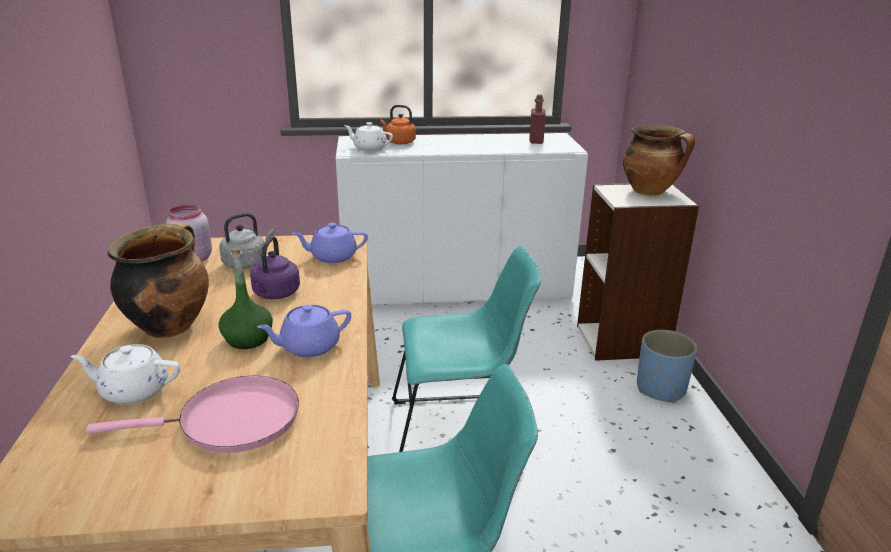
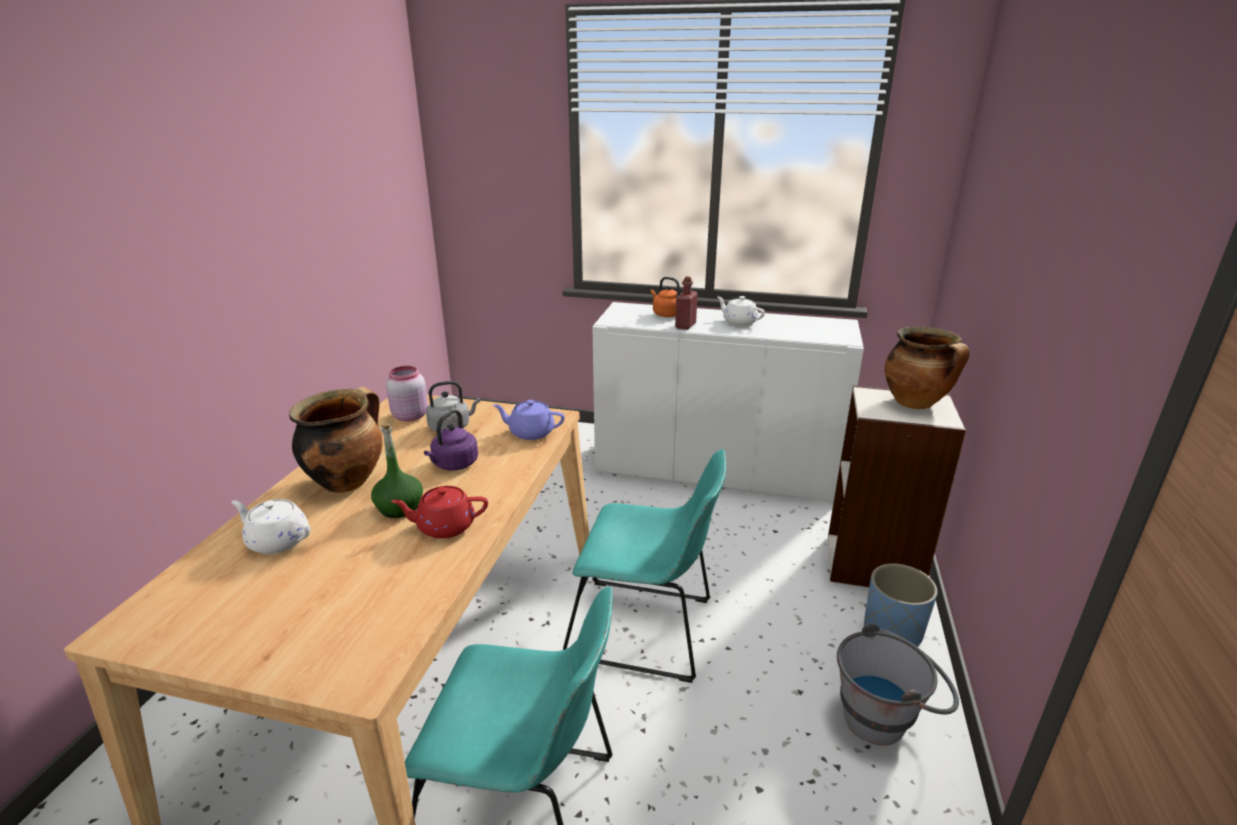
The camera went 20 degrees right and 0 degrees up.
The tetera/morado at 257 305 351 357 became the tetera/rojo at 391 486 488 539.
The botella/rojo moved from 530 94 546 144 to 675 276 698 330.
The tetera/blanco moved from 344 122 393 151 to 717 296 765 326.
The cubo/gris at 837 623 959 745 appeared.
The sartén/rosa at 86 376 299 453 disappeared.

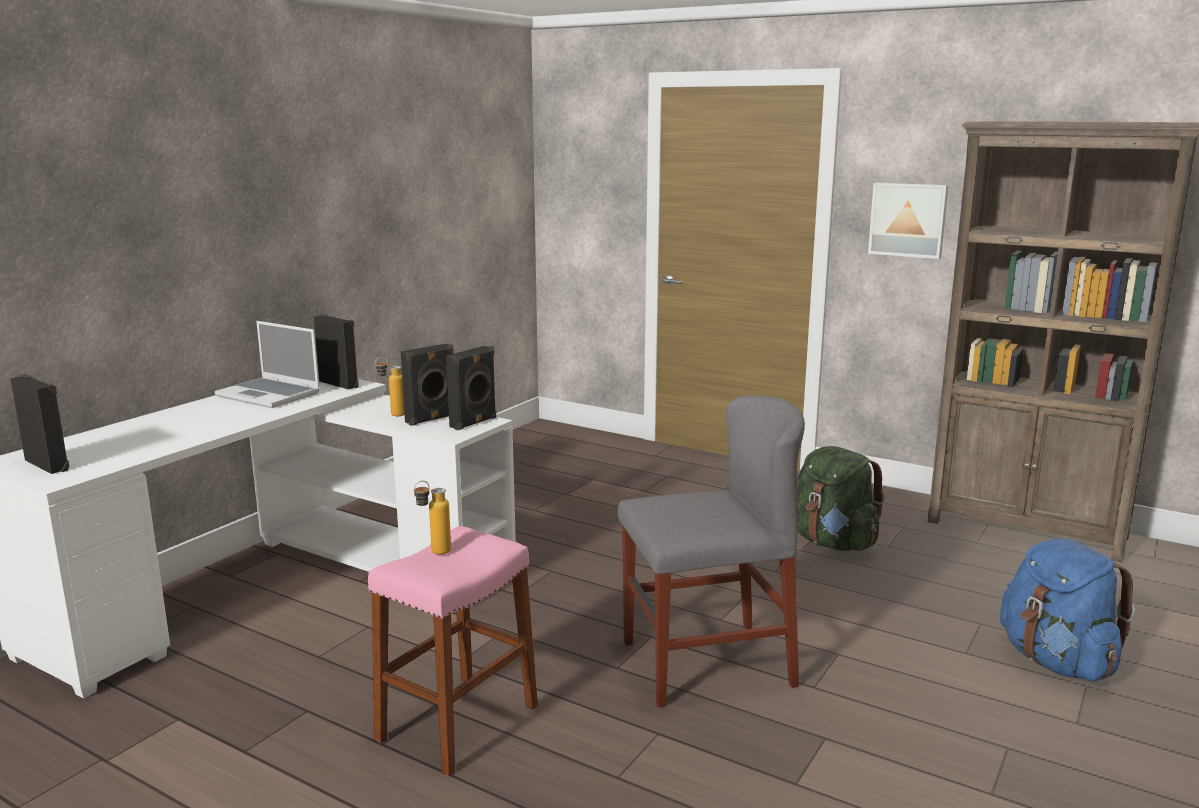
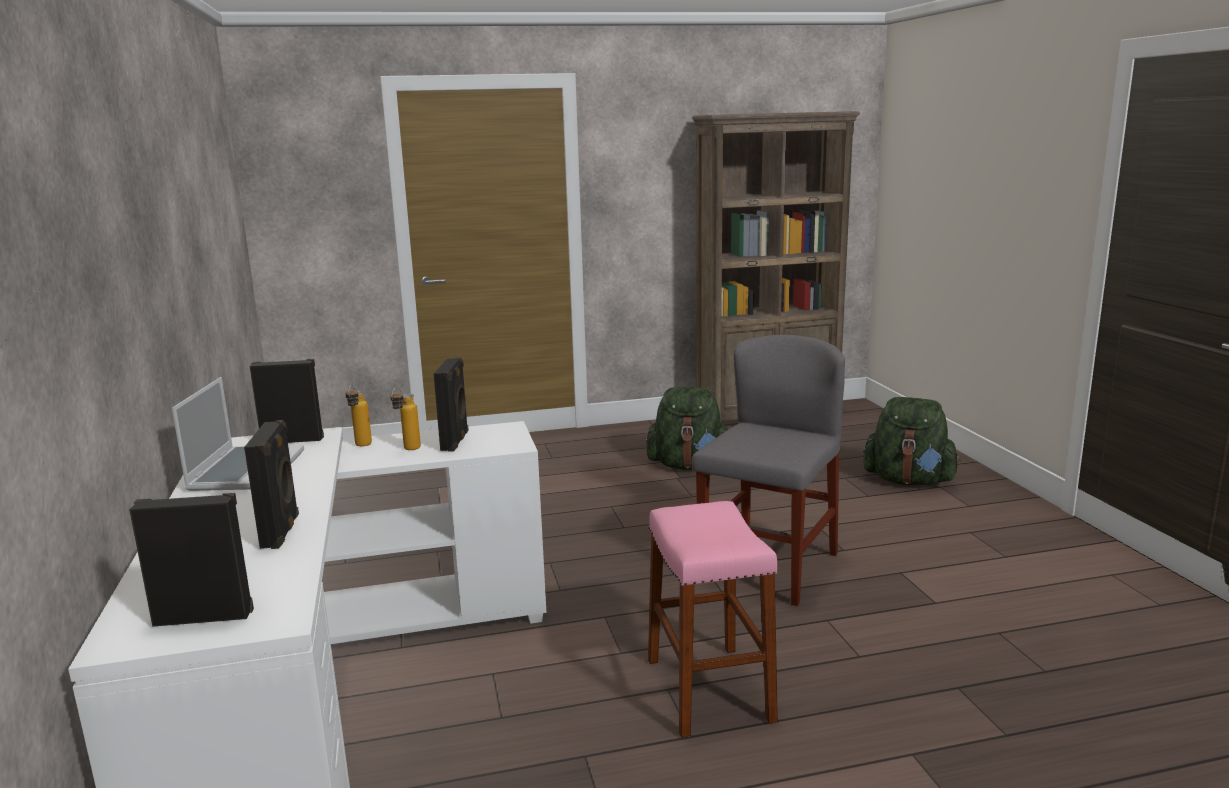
The camera went 45 degrees left and 0 degrees up.
The portátil at 215 321 320 408 turned 75 degrees counterclockwise.
The altavoz/negro moved from 446 346 496 430 to 244 420 299 549.
The botella moved from 414 481 451 555 to 345 385 372 446.
The mochila/azul at 1000 539 1135 682 became the mochila/verde at 863 397 961 485.
The cuadro at 868 183 948 259 disappeared.

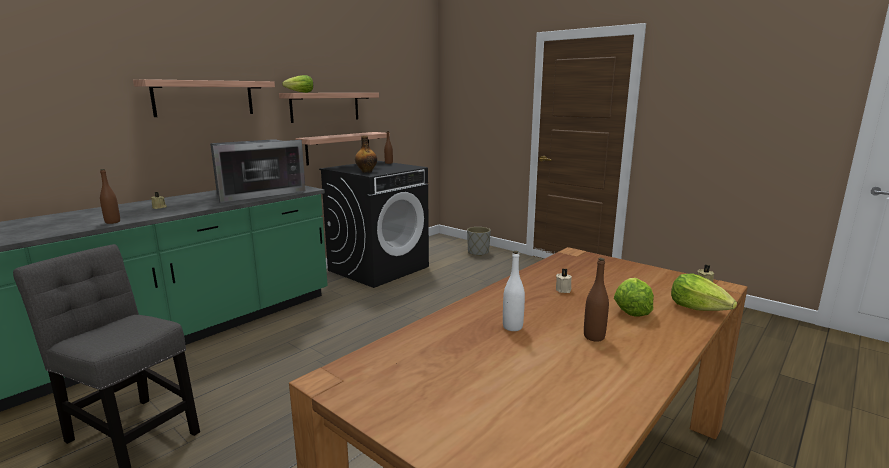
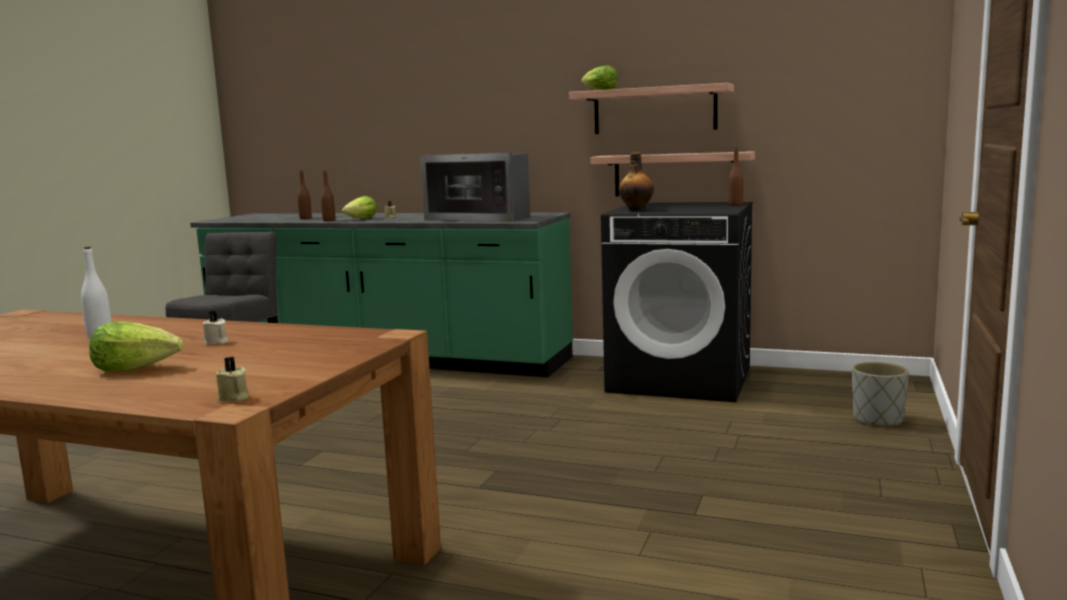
The camera went 70 degrees right and 5 degrees down.
The botella/marrón moved from 584 258 609 342 to 297 171 312 219.
The lechuga moved from 671 273 737 311 to 342 196 377 219.
The estante at 133 79 275 117 disappeared.

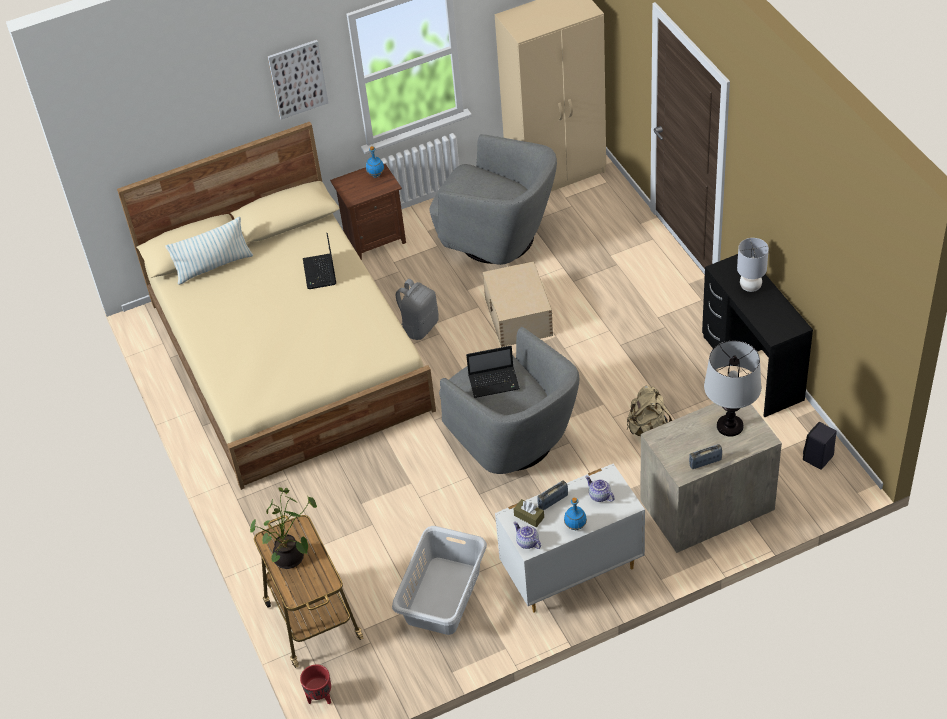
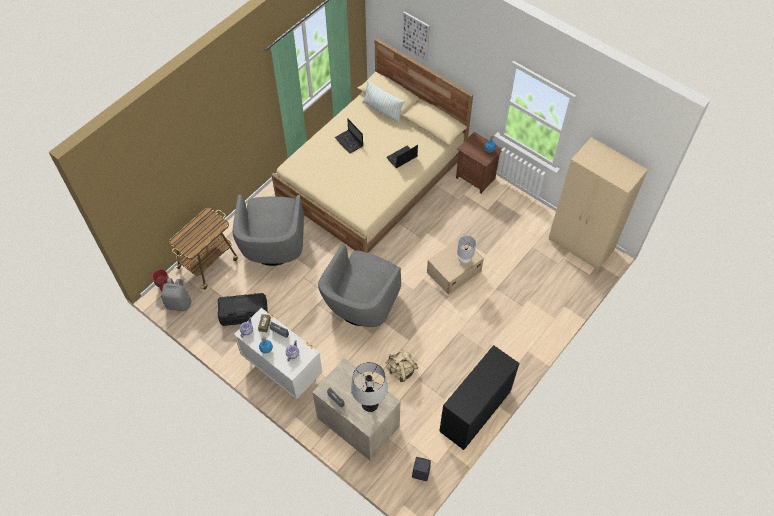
The camera went 60 degrees right and 10 degrees up.
The mochila/gris moved from 396 279 439 340 to 161 278 191 311.
The cesto de la ropa/gris at 392 526 487 635 was replaced by the caja de almacenaje/negro at 218 293 268 326.
The sillón/gris moved from 429 134 557 265 to 233 195 304 266.
The portátil moved from 466 346 520 398 to 334 118 363 154.
The cuadro moved from 268 40 328 120 to 402 11 430 62.
The lámpara de mesa/gris moved from 737 238 769 292 to 457 235 476 264.
The planta en maceta at 250 488 317 569 disappeared.

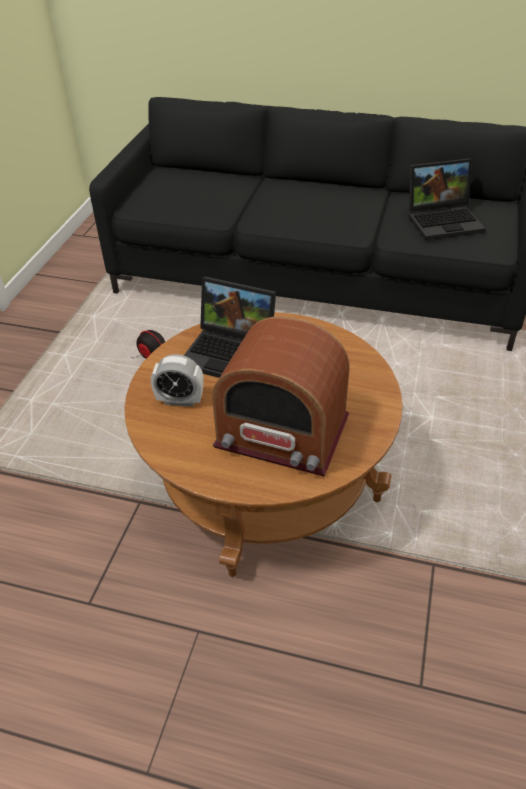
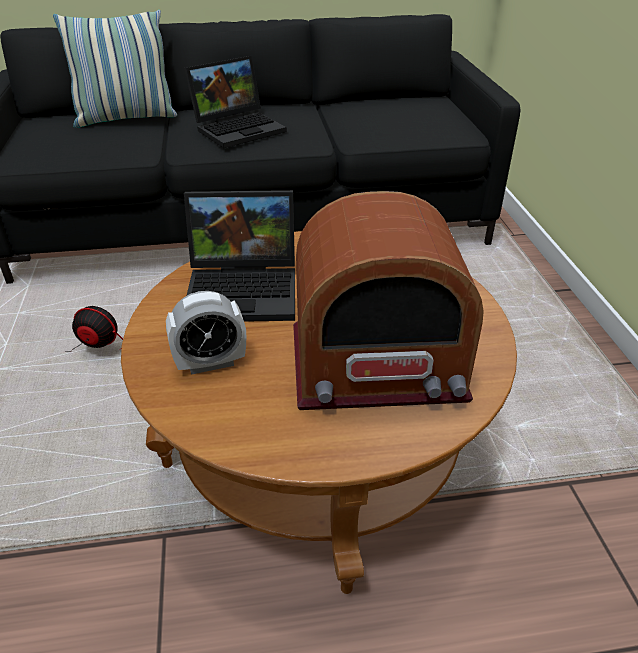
The camera went 25 degrees left and 5 degrees down.
The cojín at 53 10 177 128 appeared.
The portátil moved from 408 158 486 240 to 184 56 287 148.

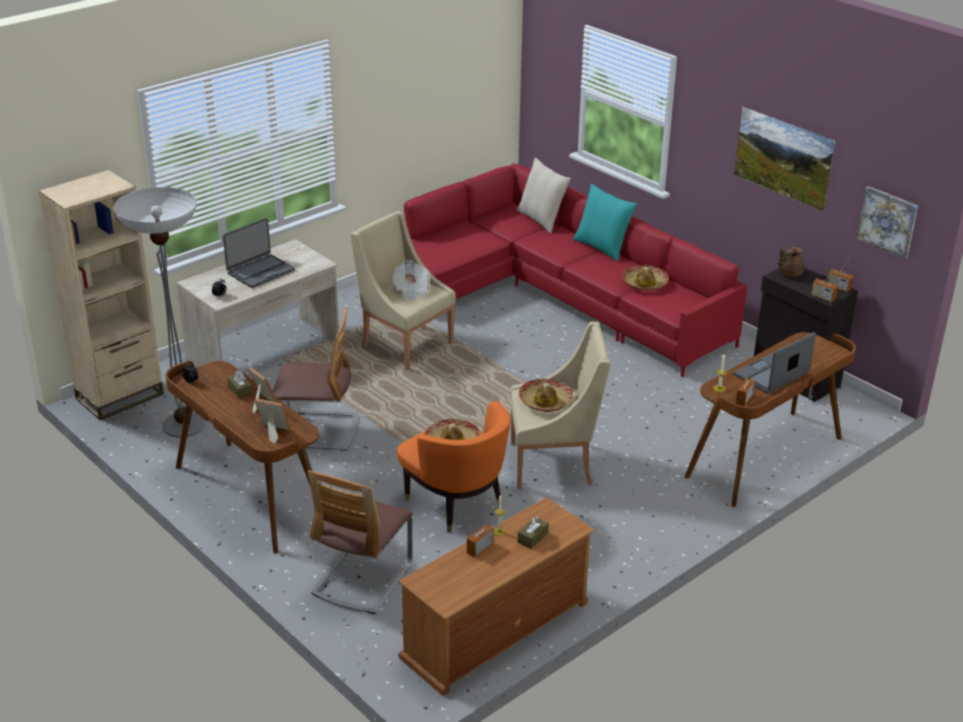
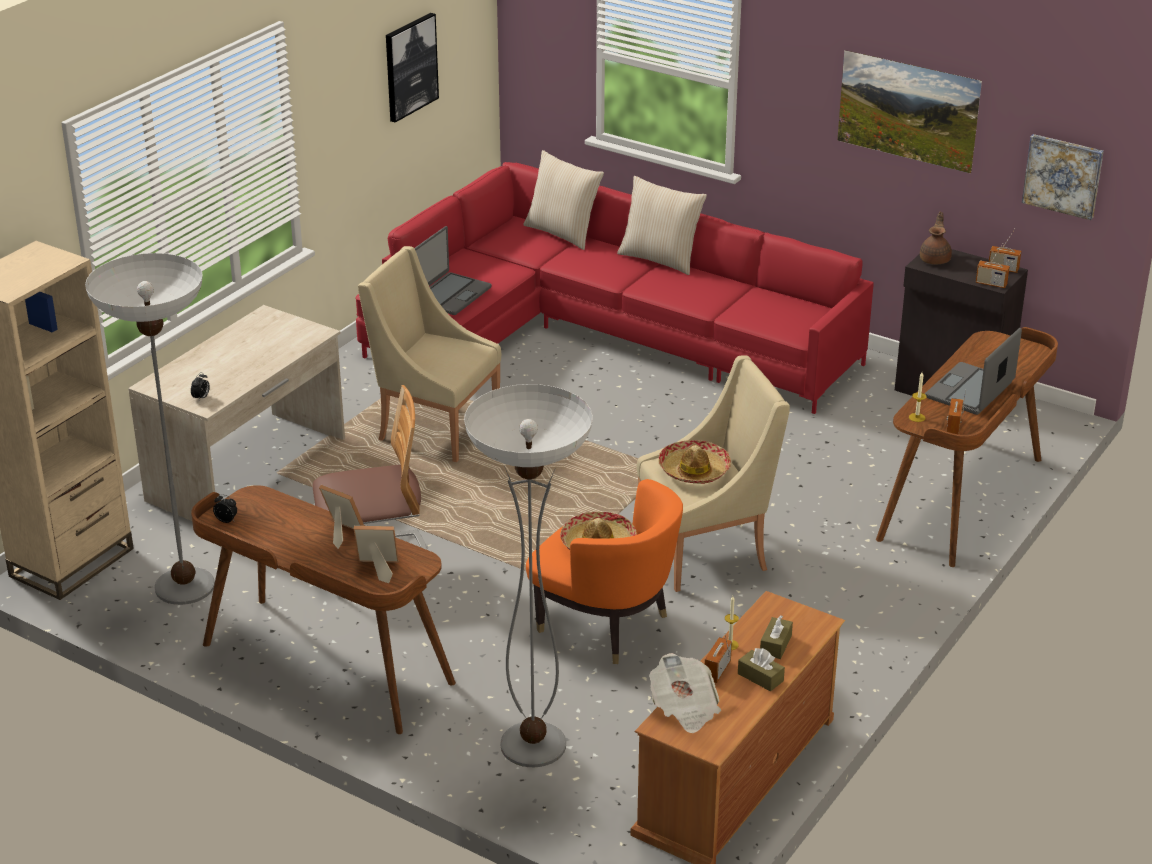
The camera went 15 degrees left and 0 degrees up.
The cuadro at 386 13 439 123 appeared.
The portátil moved from 223 218 295 288 to 414 226 492 315.
The silla at 308 470 413 614 was replaced by the lámpara de pie at 464 384 593 767.
The cojín/turquesa at 573 184 637 262 became the cojín/beis at 617 176 707 275.
The periódico moved from 392 261 430 301 to 649 653 721 733.
The caja de pañuelos/marrón moved from 227 370 252 399 to 738 648 785 692.
The tetera/marrón at 778 247 804 277 turned 150 degrees clockwise.
The sombrero at 622 265 669 291 disappeared.

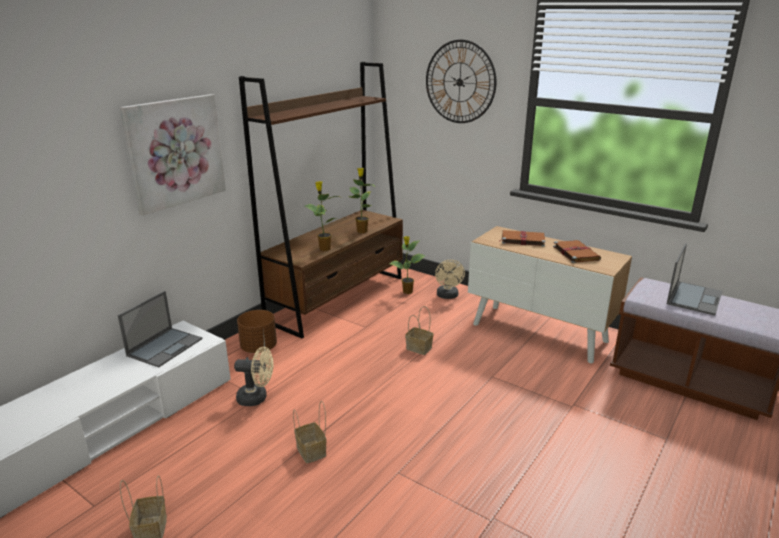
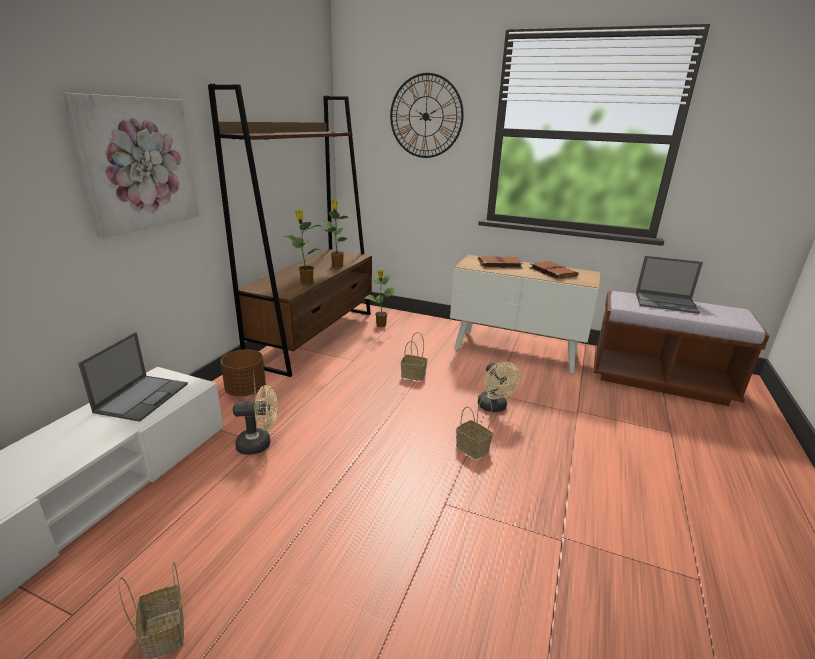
The camera went 15 degrees left and 0 degrees up.
The cesta moved from 293 401 327 463 to 456 396 493 459.
The ventilador/beis moved from 435 260 465 299 to 478 362 521 412.
The portátil at 667 243 722 315 turned 90 degrees clockwise.

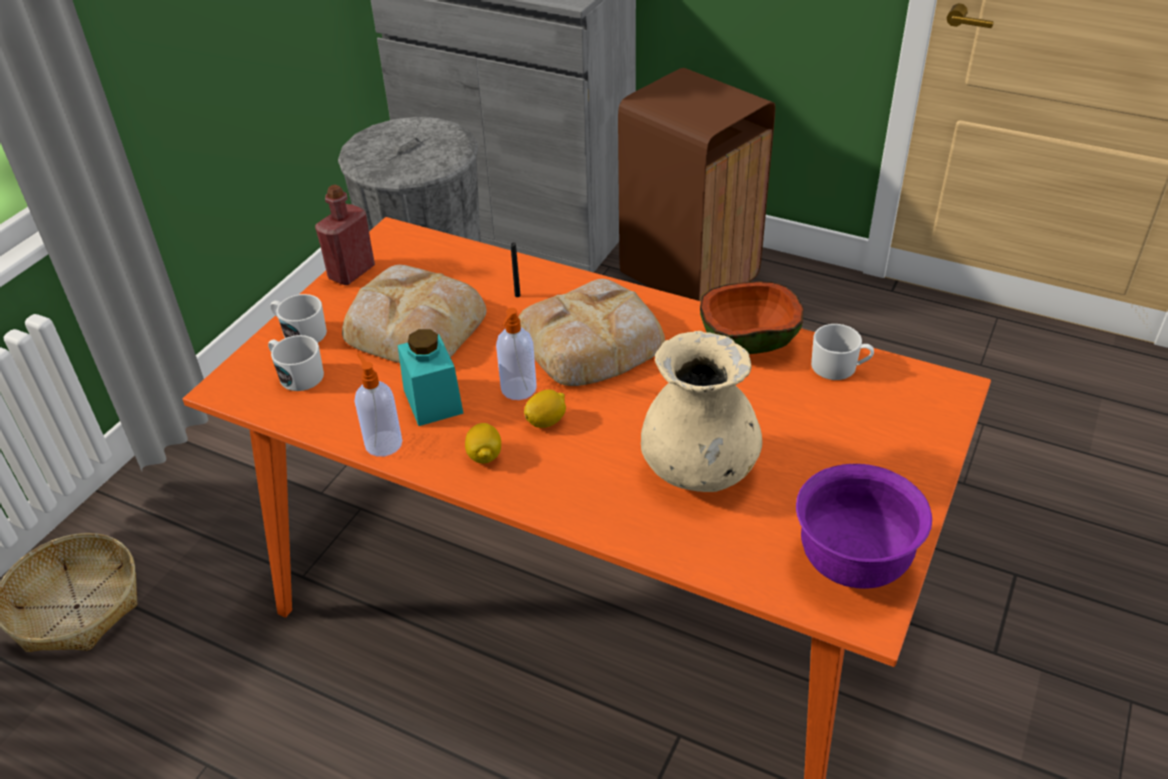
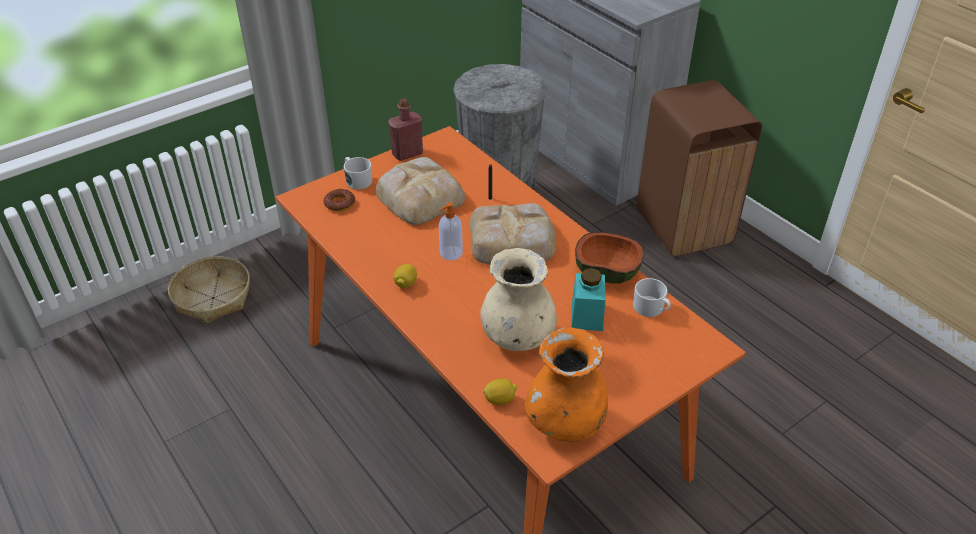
The camera went 25 degrees right and 0 degrees up.
The taza grande/blanco at 268 335 324 391 was replaced by the rosquilla at 323 189 355 211.
The limón moved from 524 389 566 428 to 484 378 517 405.
The cuenco/morado at 796 464 932 589 was replaced by the florero/naranja at 524 327 608 442.
The tarro/turquesa moved from 398 329 464 426 to 571 268 605 331.
The dispensador de jabón at 355 353 402 457 disappeared.

